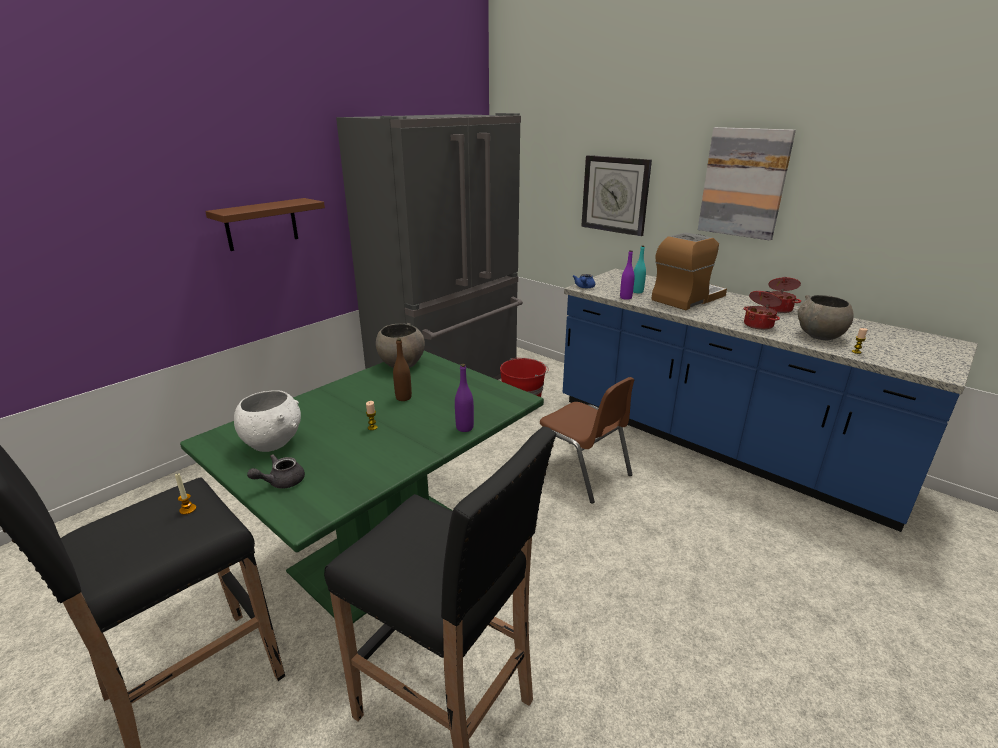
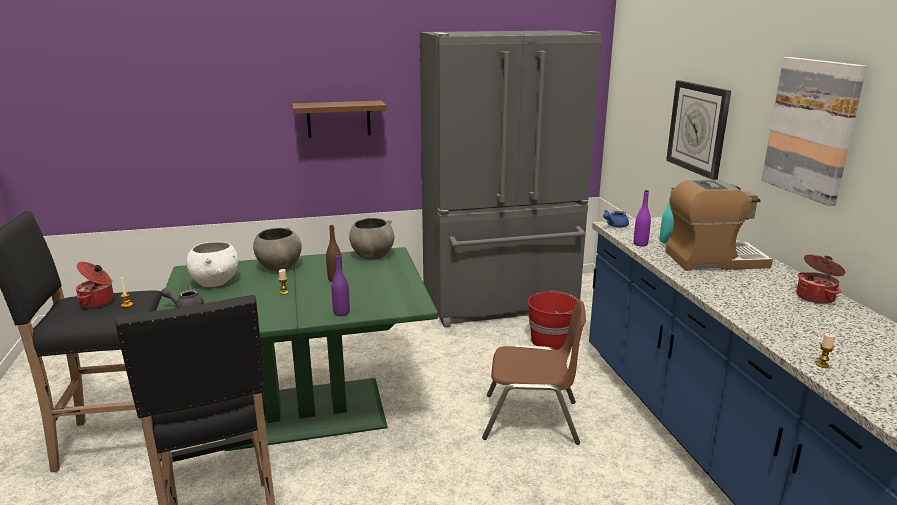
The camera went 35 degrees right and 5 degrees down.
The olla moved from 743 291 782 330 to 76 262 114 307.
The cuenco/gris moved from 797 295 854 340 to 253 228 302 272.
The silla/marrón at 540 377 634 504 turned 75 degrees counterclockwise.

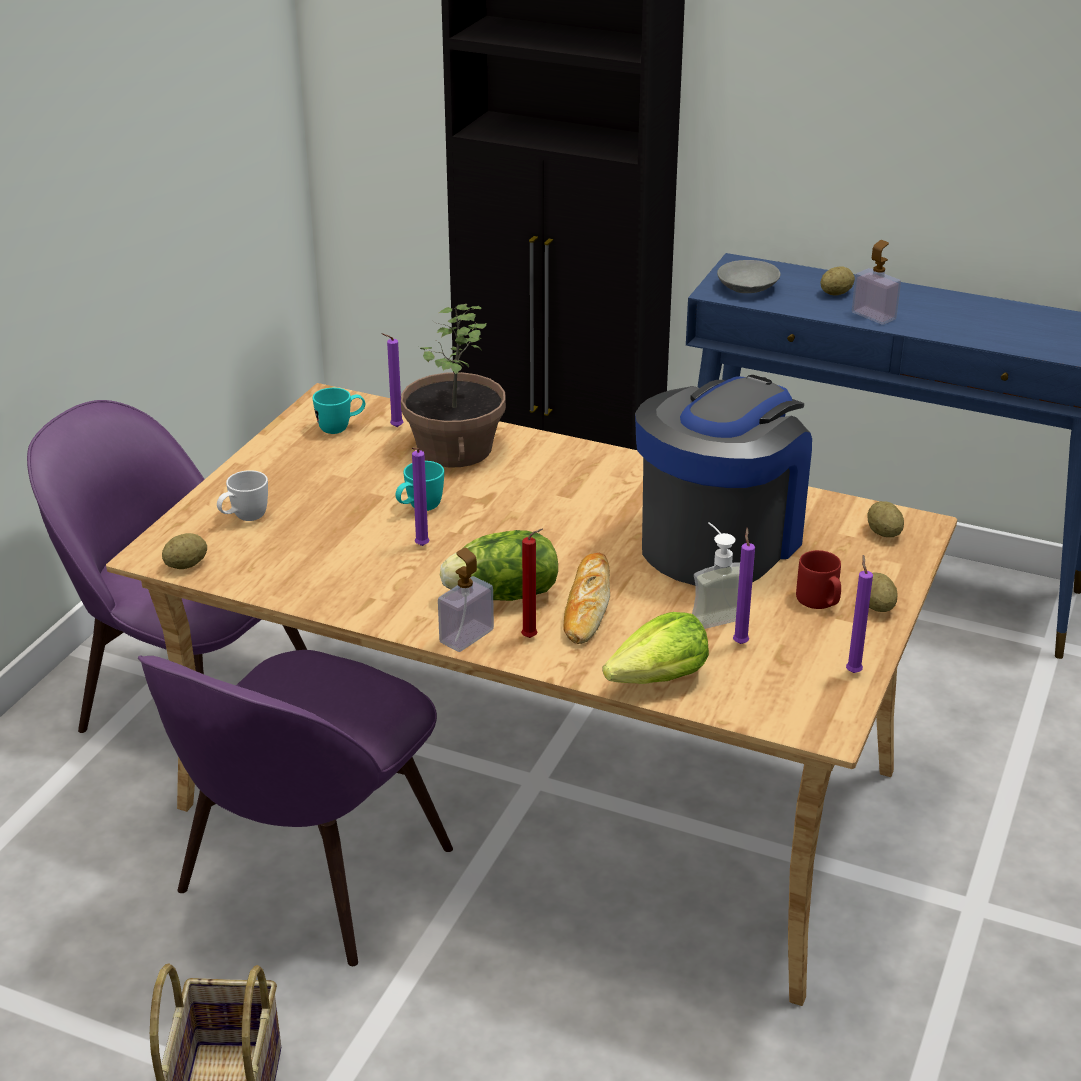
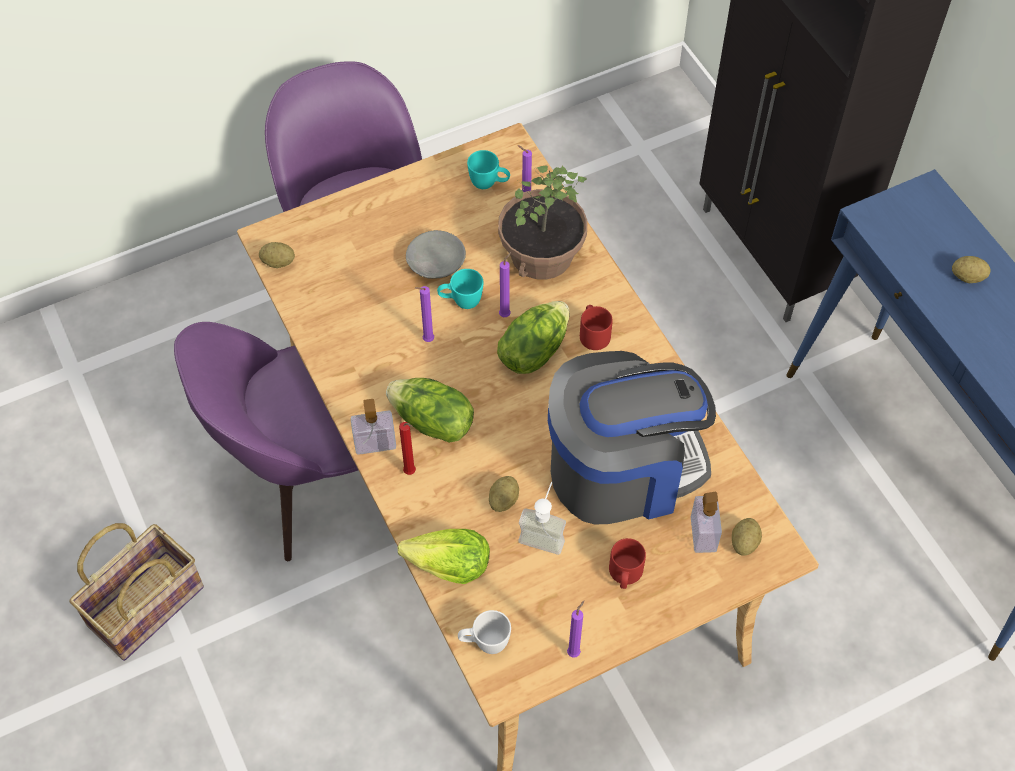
The camera went 40 degrees right and 25 degrees up.
The cuenco/gris moved from 717 260 780 293 to 406 230 466 279.
The taza grande/blanco moved from 217 470 268 521 to 458 610 511 654.
The patata moved from 869 573 898 612 to 489 476 519 512.
The lechuga at 497 301 570 374 appeared.
The vela/morado moved from 733 528 755 644 to 499 252 511 317.
The taza grande/rojo at 580 305 613 350 appeared.
The dispensador de jabón moved from 852 240 901 325 to 691 492 722 553.
The pan at 563 553 610 644 disappeared.

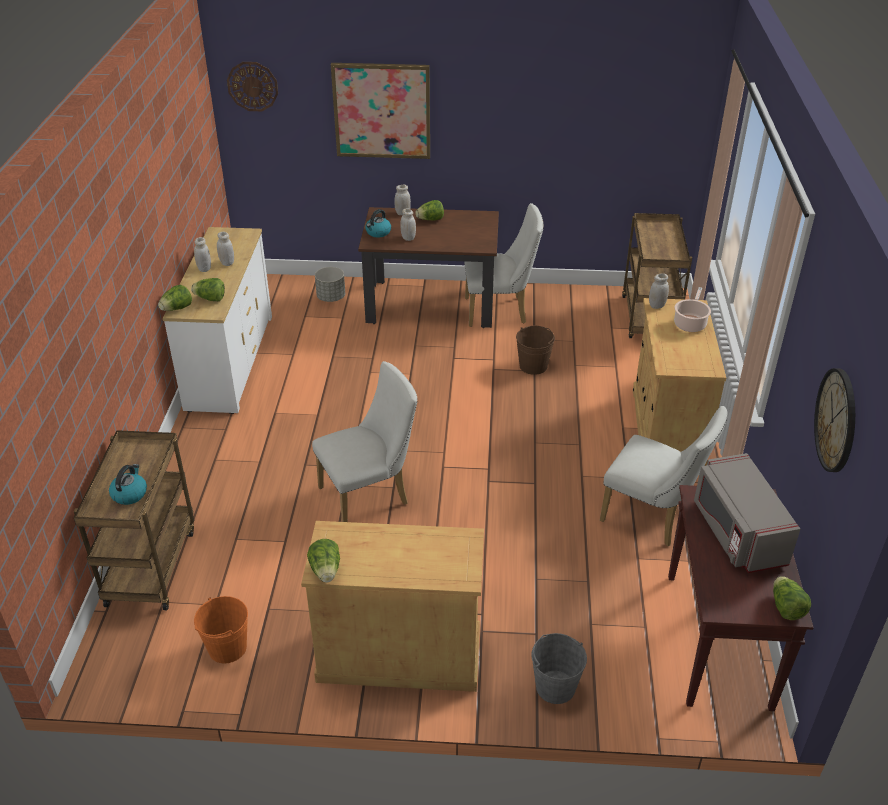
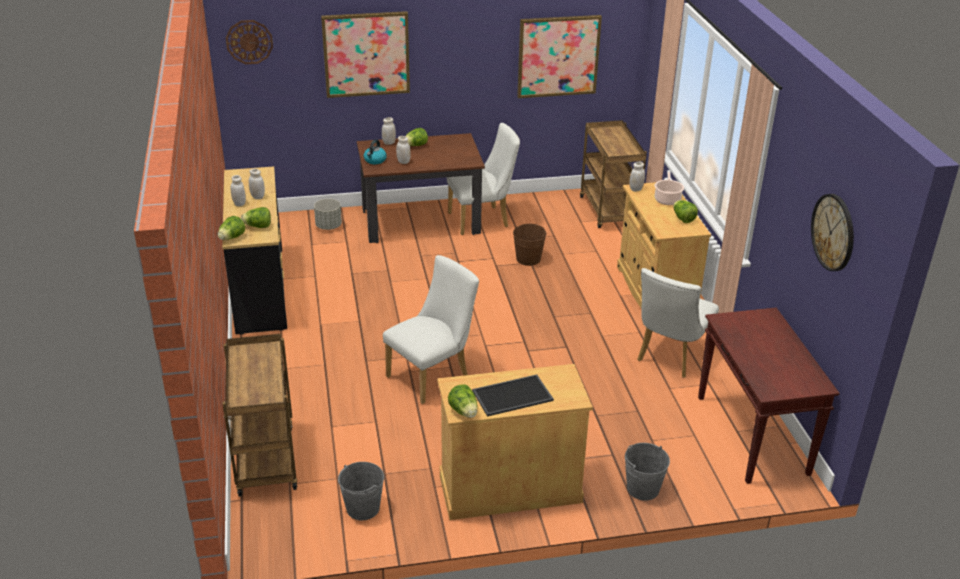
The camera went 15 degrees left and 5 degrees down.
The cómoda/blanco at 163 227 272 414 became the cómoda/negro at 222 166 287 334.
The cubo/naranja at 194 596 248 663 became the cubo/gris at 338 462 384 520.
The bandeja at 472 374 554 417 appeared.
The cuadro at 517 15 602 98 appeared.
The silla/blanco at 600 406 727 546 turned 105 degrees clockwise.
The lechuga moved from 773 576 811 620 to 673 200 698 223.
The hervidor at 109 464 147 505 disappeared.
The microondas/gris at 694 453 800 573 disappeared.

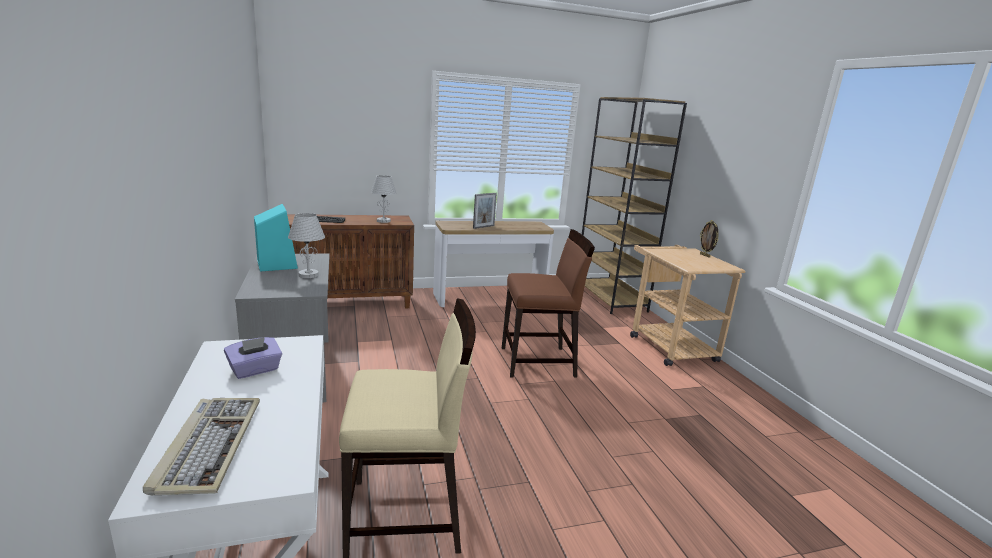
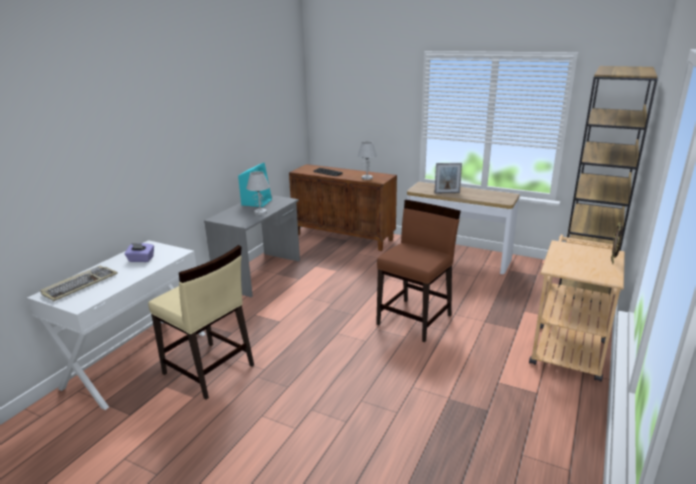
The camera went 45 degrees right and 5 degrees up.
The silla/marrón at 502 229 595 378 turned 90 degrees counterclockwise.

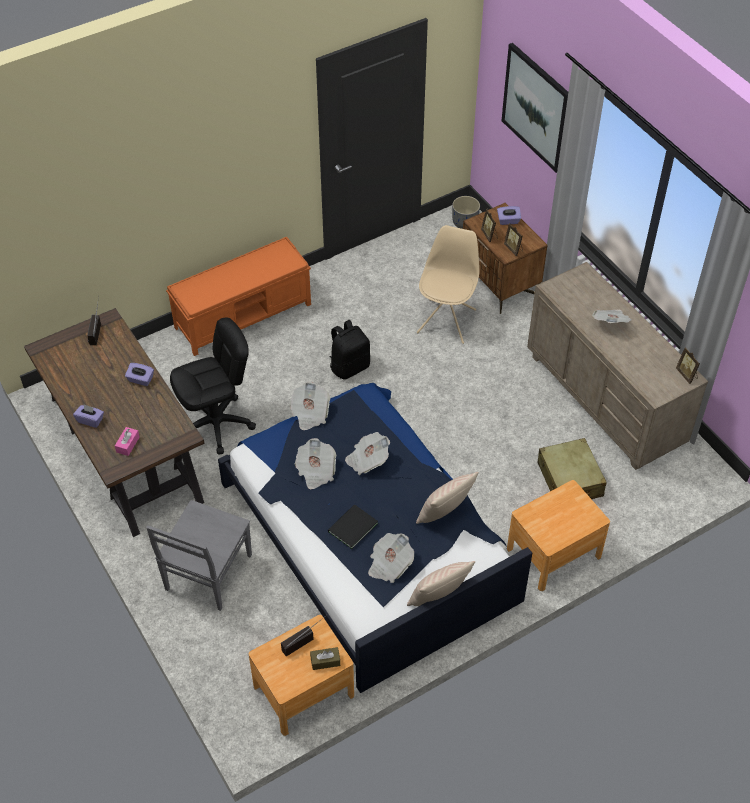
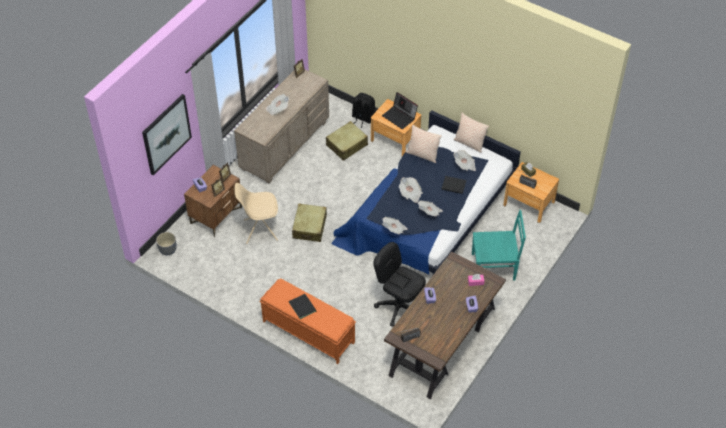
The camera went 115 degrees left and 0 degrees up.
The libro/negro at 289 294 317 319 appeared.
The maleta/beis at 292 203 327 242 appeared.
The mochila/negro moved from 330 320 370 380 to 352 93 375 128.
The portátil at 382 92 418 129 appeared.
The silla/gris at 146 500 252 611 became the silla/turquesa at 472 210 526 280.

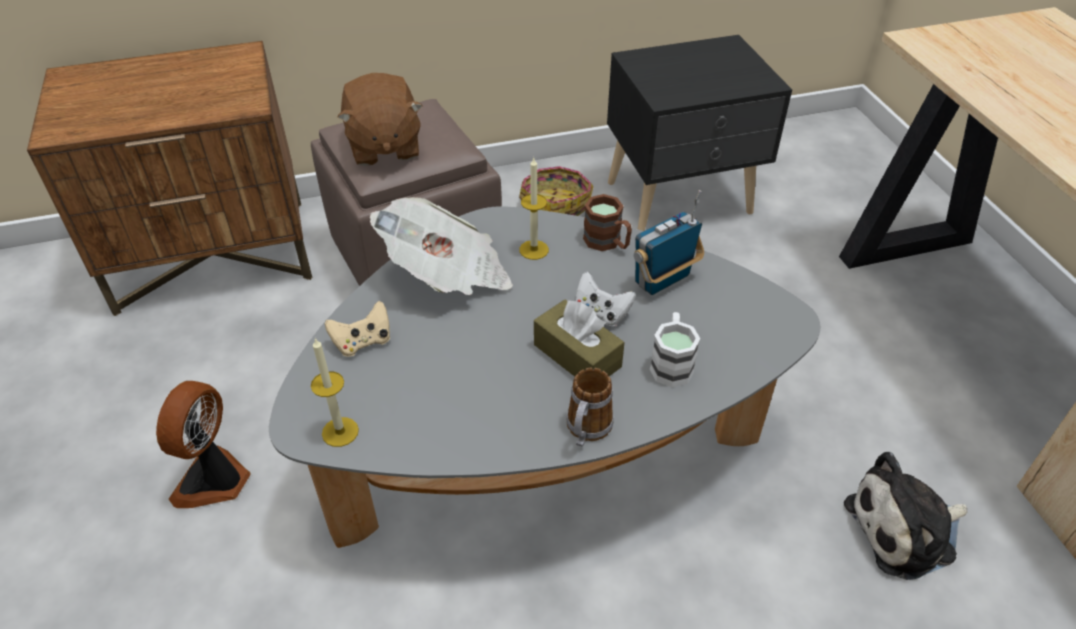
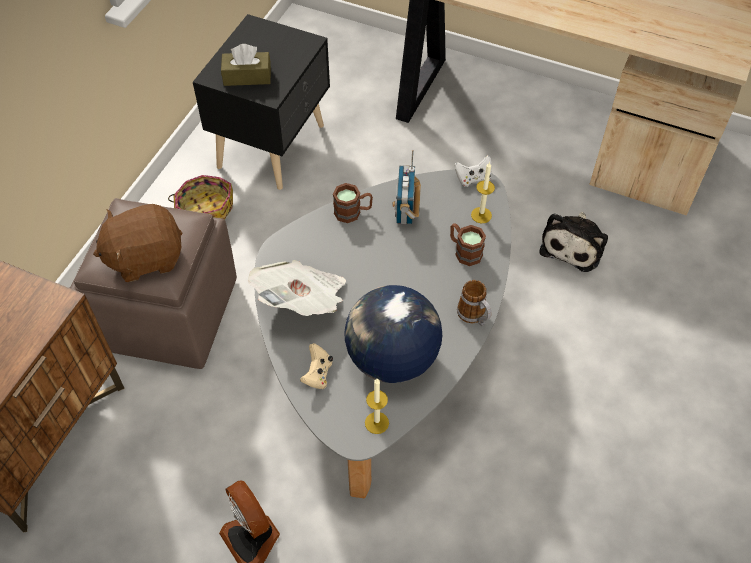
The camera went 50 degrees left and 10 degrees up.
The peluche/marrón at 338 73 423 166 turned 135 degrees clockwise.
The caja de pañuelos/marrón moved from 534 300 624 377 to 221 44 271 86.
The globo terráqueo at 344 285 442 383 appeared.
The taza grande/blanco at 650 312 700 387 became the taza grande/marrón at 450 223 486 266.
The mando de consola/blanco moved from 575 272 636 327 to 454 155 492 187.
The vela moved from 520 158 549 260 to 471 162 495 223.

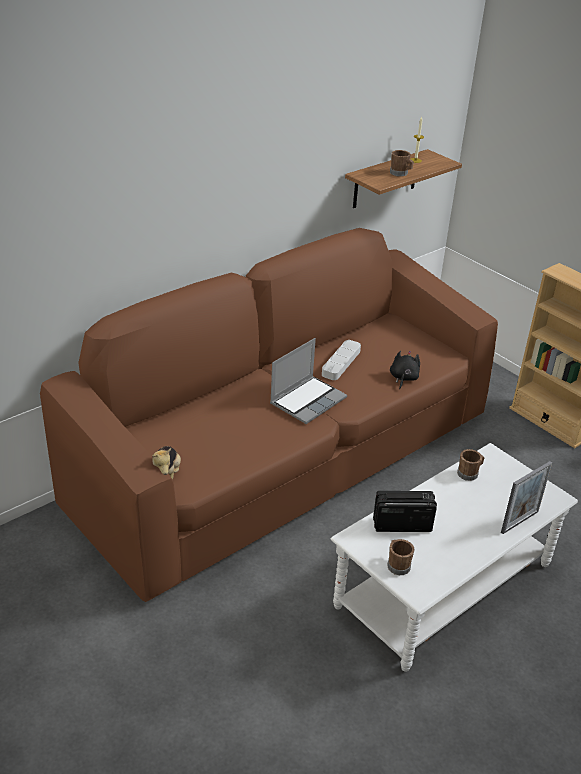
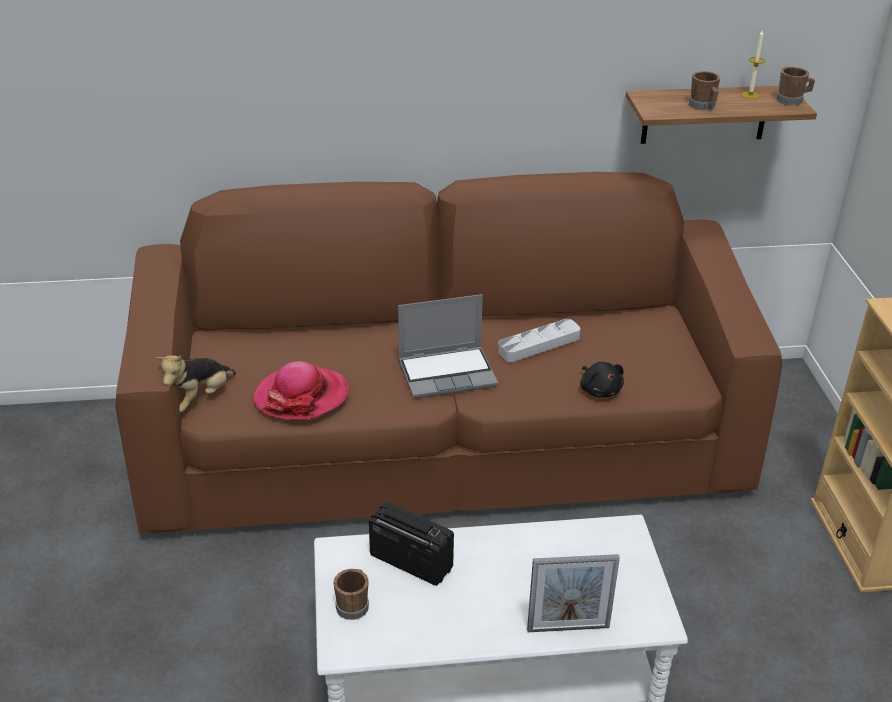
The camera went 35 degrees right and 0 degrees up.
The sombrero at 253 361 349 420 appeared.
The peluche/negro at 390 351 420 389 turned 105 degrees clockwise.
The taza grande/marrón moved from 457 449 485 481 to 776 67 815 105.

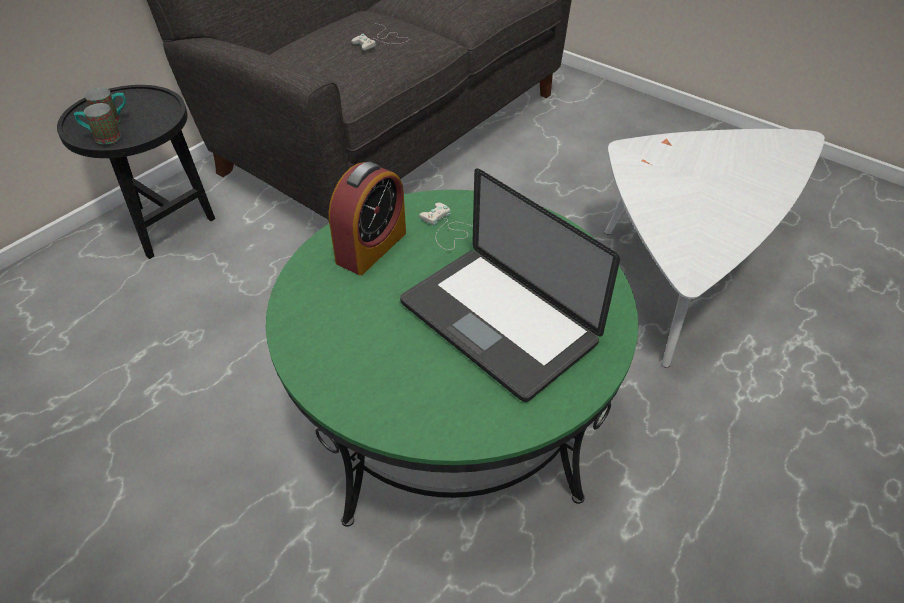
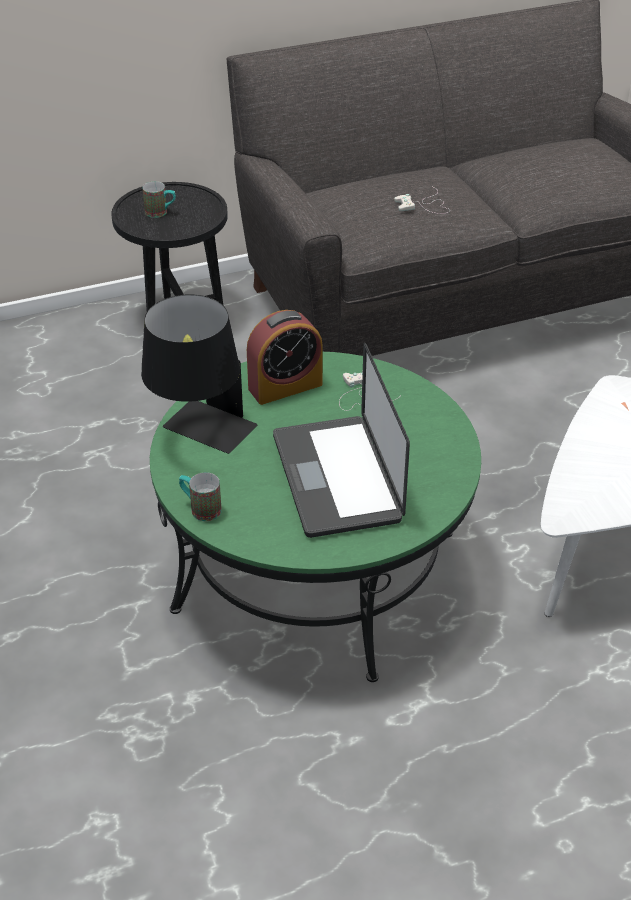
The camera went 30 degrees right and 5 degrees down.
The lámpara de mesa/negro at 141 294 258 454 appeared.
The taza grande moved from 74 103 121 144 to 179 472 222 521.

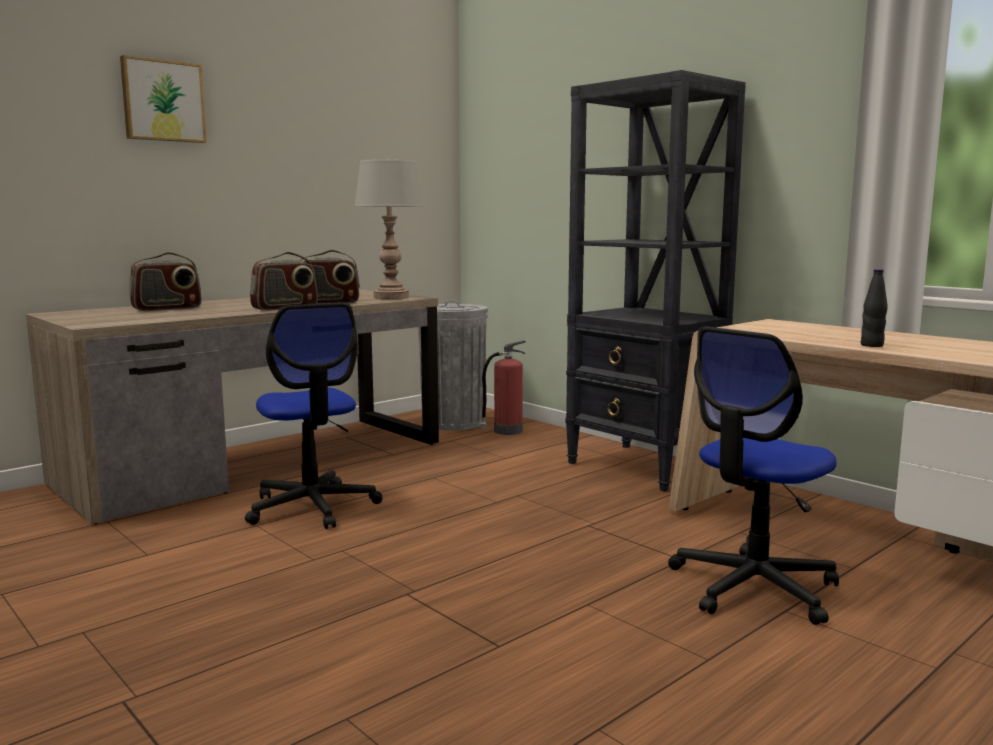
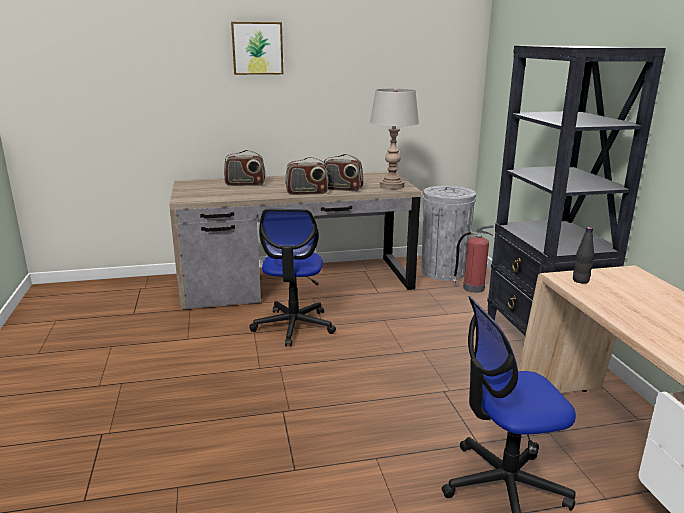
The camera went 30 degrees right and 10 degrees up.
The botella/negro moved from 861 269 888 347 to 573 227 594 284.

